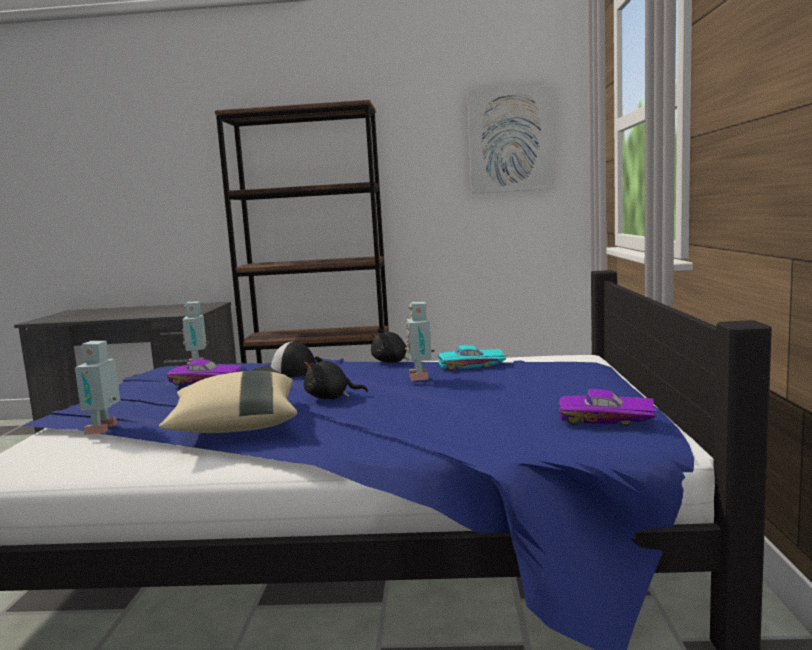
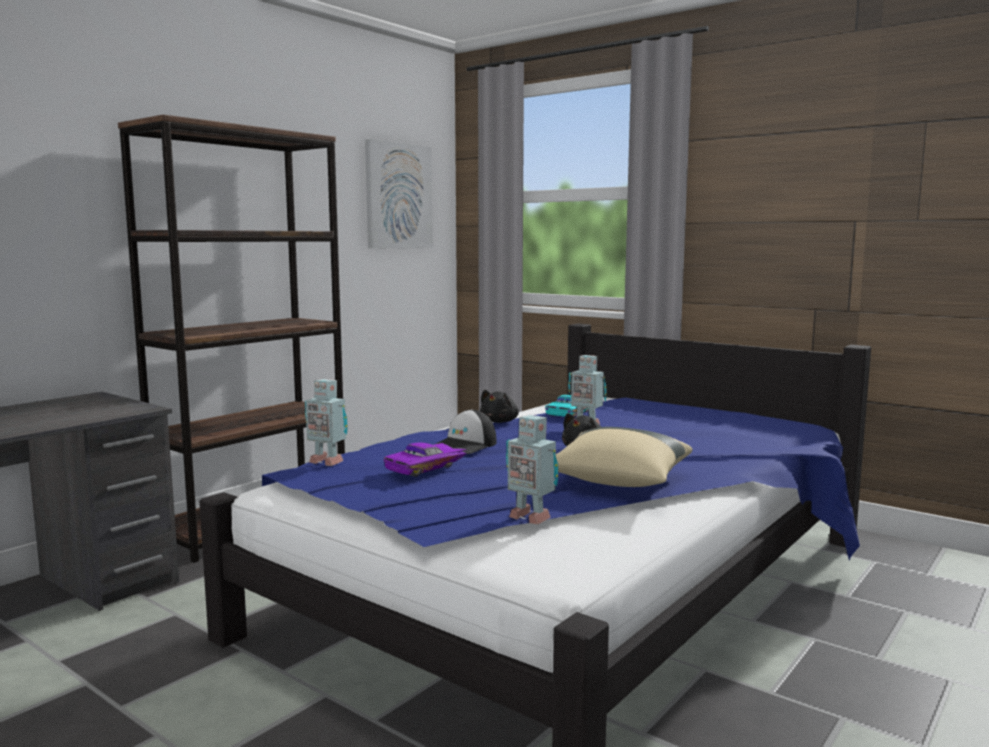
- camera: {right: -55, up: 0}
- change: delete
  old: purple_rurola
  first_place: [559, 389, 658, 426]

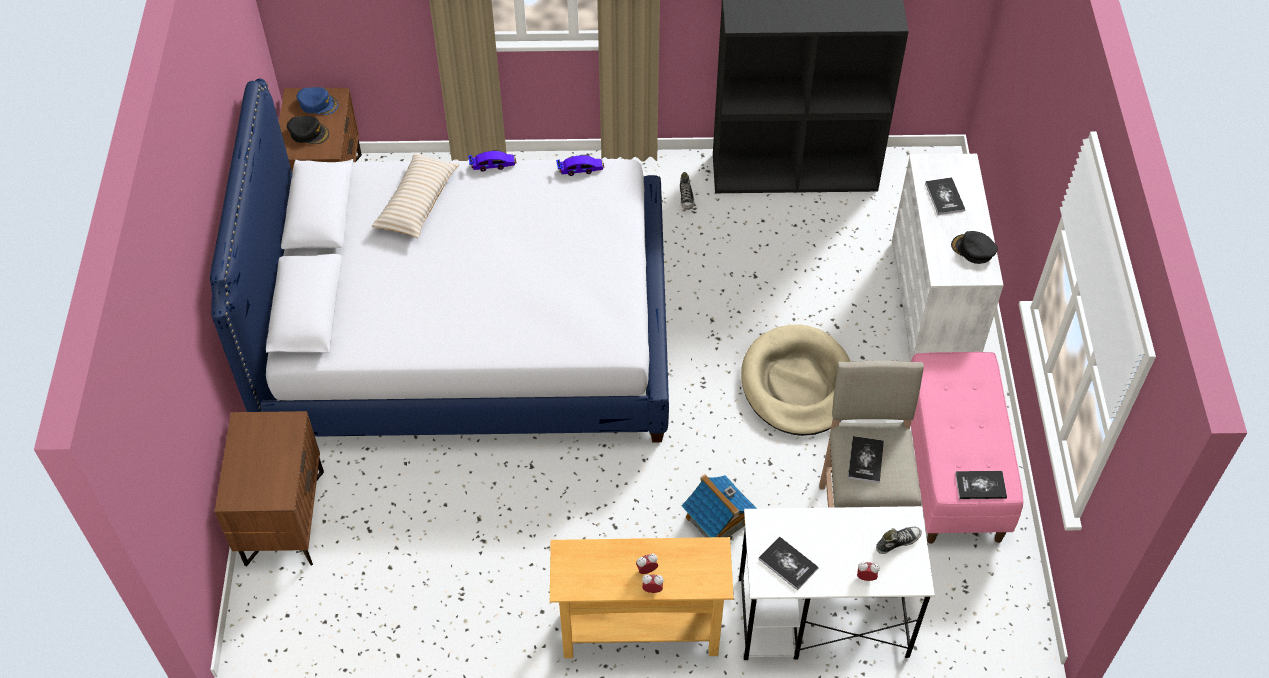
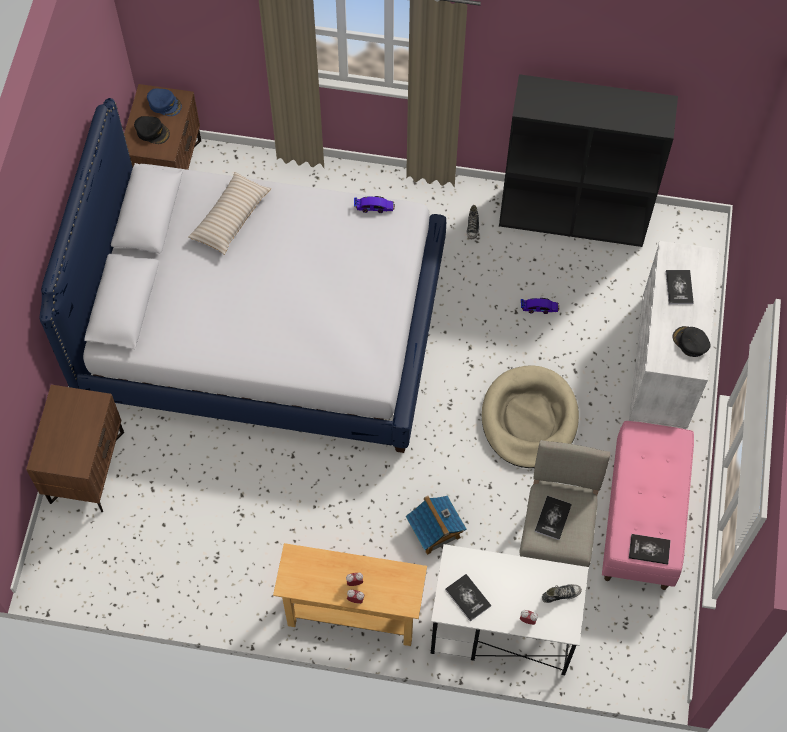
- camera: {right: 10, up: 10}
- change: move
  old: rurola
  first_place: [468, 150, 516, 172]
  second_place: [521, 298, 559, 314]

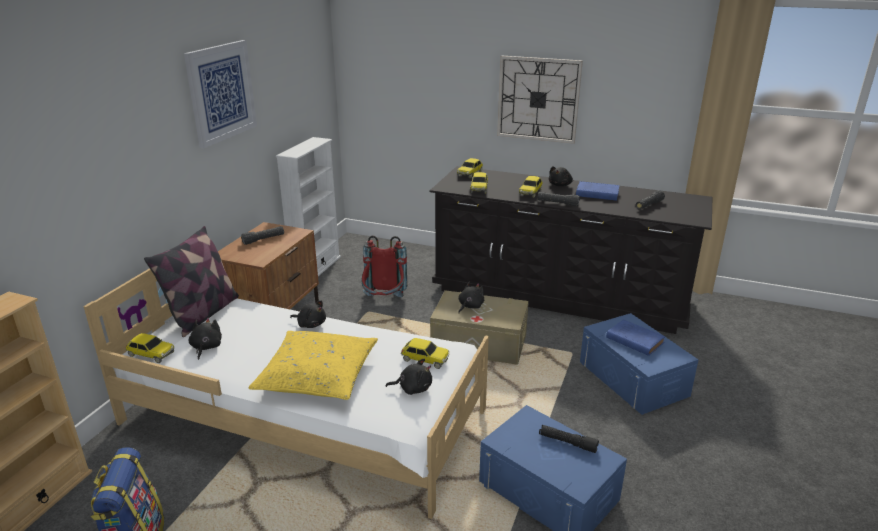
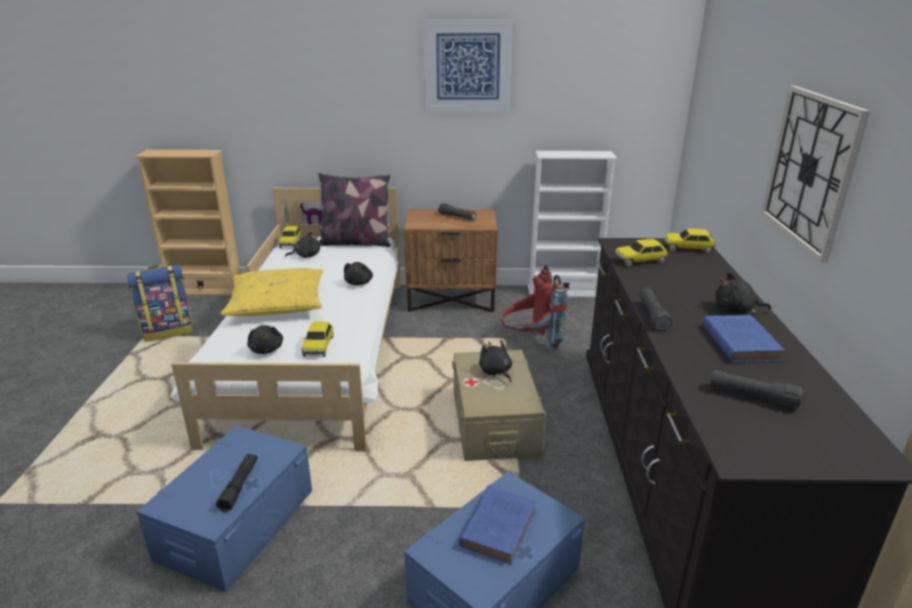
- camera: {right: 70, up: 0}
- change: delete
  old: rurola
  first_place: [519, 176, 543, 198]
- change: rotate
  old: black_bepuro
  first_place: [458, 282, 484, 313]
  second_place: [479, 341, 512, 383]
  degrees: -135

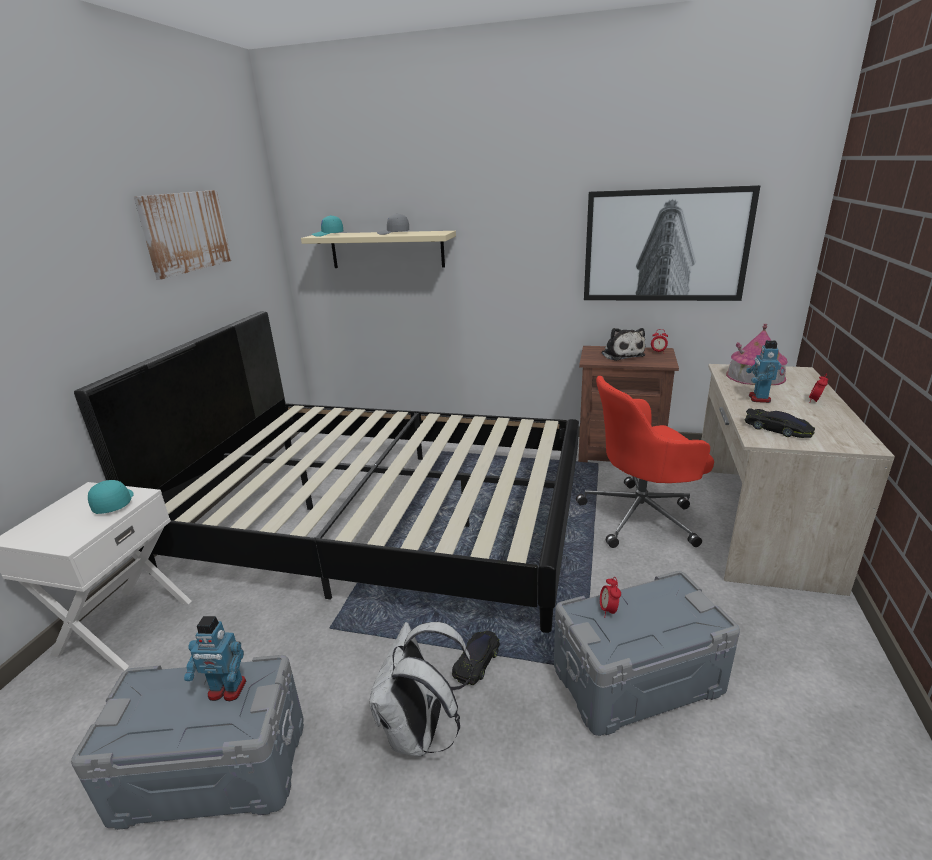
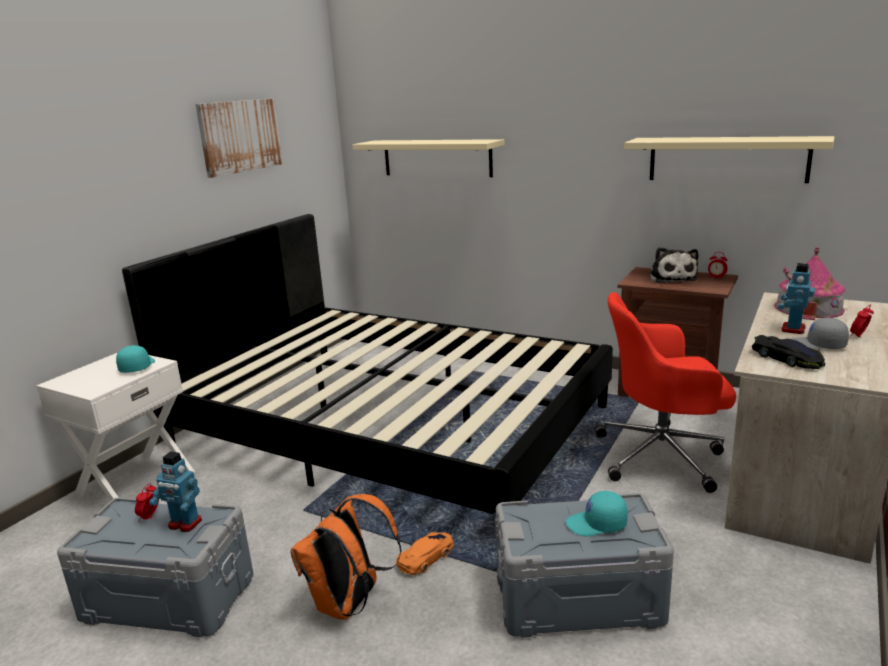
- camera: {right: 15, up: -5}
- change: replace
  old: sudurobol
  new: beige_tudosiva
  first_place: [584, 185, 761, 301]
  second_place: [624, 136, 835, 183]
- change: move
  old: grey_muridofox
  first_place: [377, 213, 409, 235]
  second_place: [790, 317, 849, 349]
- change: move
  old: turquoise_muridofox
  first_place: [311, 215, 343, 237]
  second_place: [566, 491, 628, 536]
- change: move
  old: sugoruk
  first_place: [600, 577, 621, 617]
  second_place: [135, 483, 159, 522]
- change: recolor
  old: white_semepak
  new: orange_semepak
  first_place: [370, 622, 473, 757]
  second_place: [290, 494, 402, 620]
- change: recolor
  old: black_rurola
  new: orange_rurola
  first_place: [452, 630, 500, 685]
  second_place: [396, 532, 454, 575]

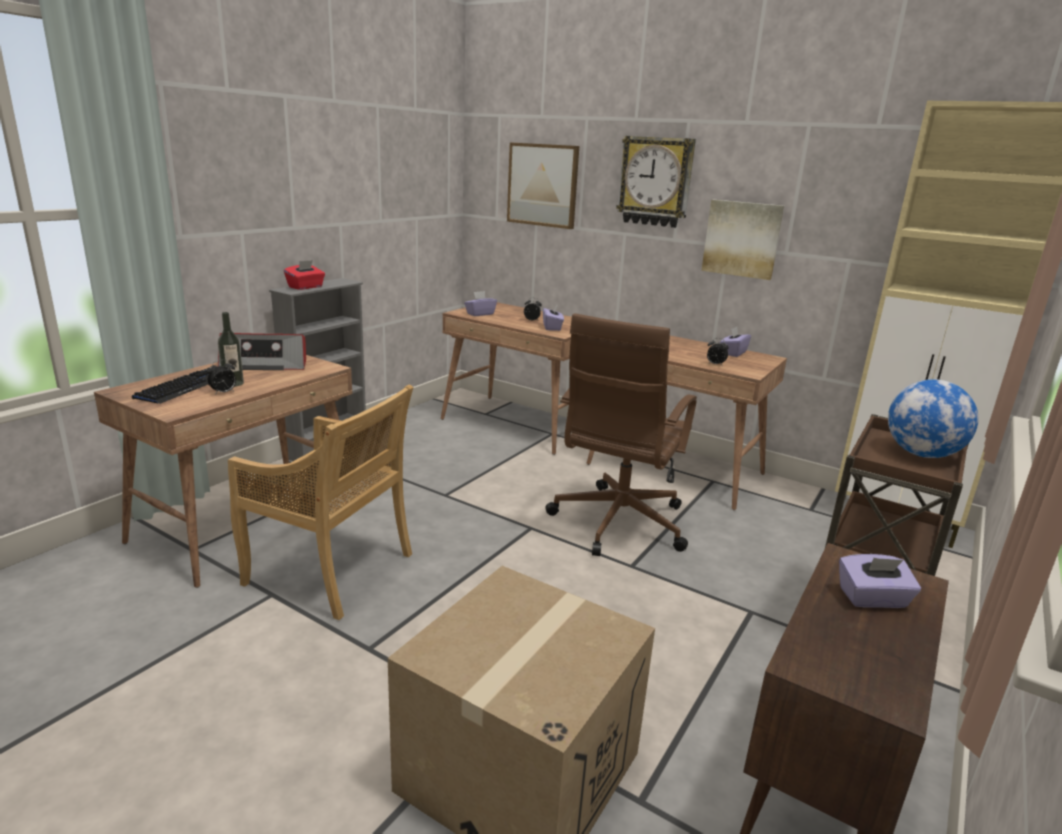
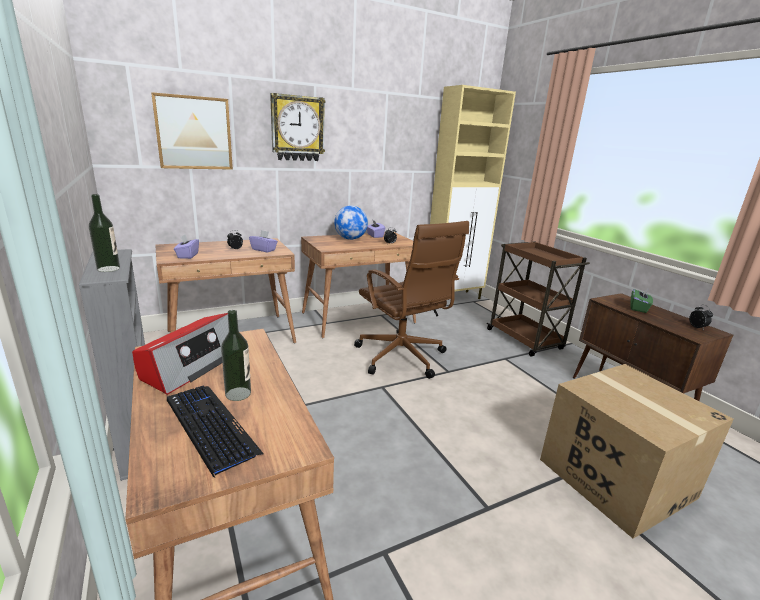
- camera: {right: -60, up: 0}
- change: delete
  old: sudurobol
  first_place: [701, 200, 784, 280]
- change: replace
  old: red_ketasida
  new: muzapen
  first_place: [284, 260, 325, 290]
  second_place: [89, 194, 120, 272]
- change: move
  old: sugoruk
  first_place: [207, 360, 236, 395]
  second_place: [689, 305, 713, 330]
- change: move
  old: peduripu
  first_place: [888, 379, 979, 458]
  second_place: [334, 206, 368, 240]
- change: delete
  old: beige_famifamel
  first_place: [228, 385, 414, 620]
- change: recolor
  old: purple_ketasida
  new: green_ketasida
  first_place: [839, 554, 921, 608]
  second_place: [630, 288, 653, 313]

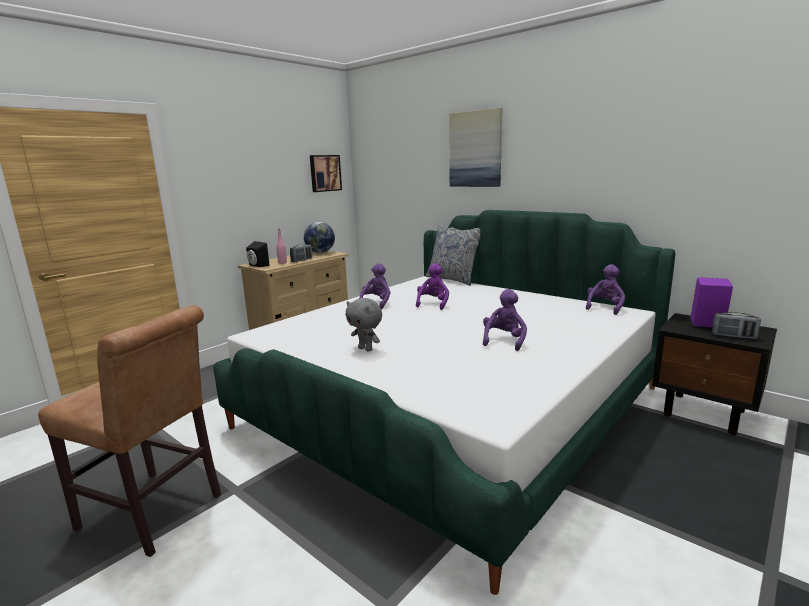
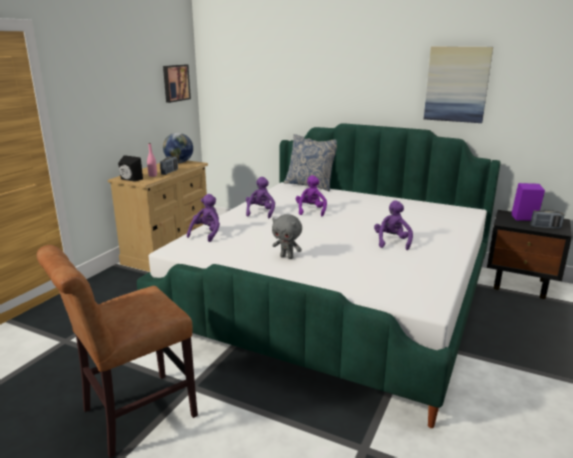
- camera: {right: -15, up: 5}
- change: move
  old: sudurobol
  first_place: [449, 108, 502, 187]
  second_place: [424, 46, 493, 123]
- change: move
  old: purple_bepuro
  first_place: [586, 264, 625, 315]
  second_place: [187, 194, 220, 242]
- change: rotate
  old: brown_famifamel
  first_place: [38, 305, 221, 557]
  second_place: [37, 245, 198, 458]
  degrees: 135

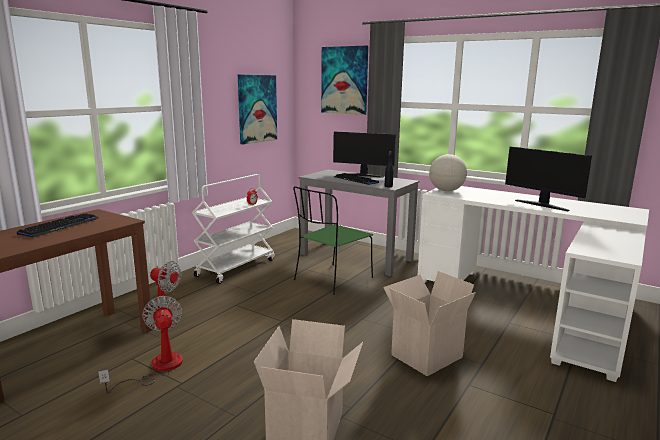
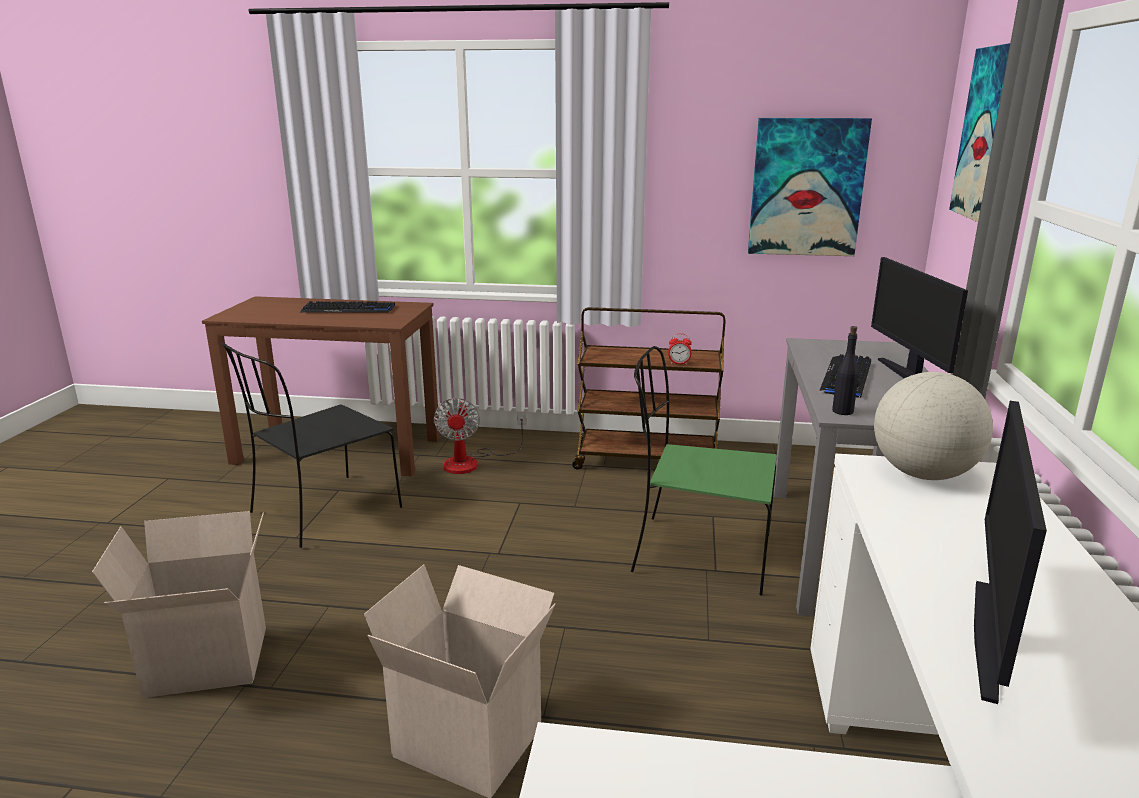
- camera: {right: 65, up: 5}
- change: recolor
  old: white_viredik
  new: brown_viredik
  first_place: [192, 174, 274, 284]
  second_place: [572, 307, 725, 470]
- change: replace
  old: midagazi
  new: black_famifamel
  first_place: [98, 296, 183, 394]
  second_place: [222, 342, 402, 548]

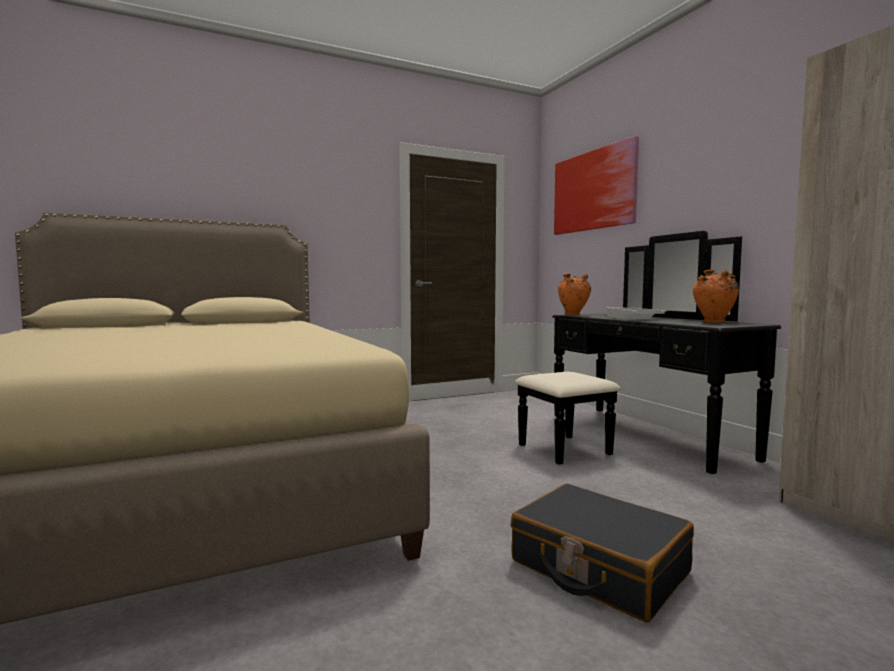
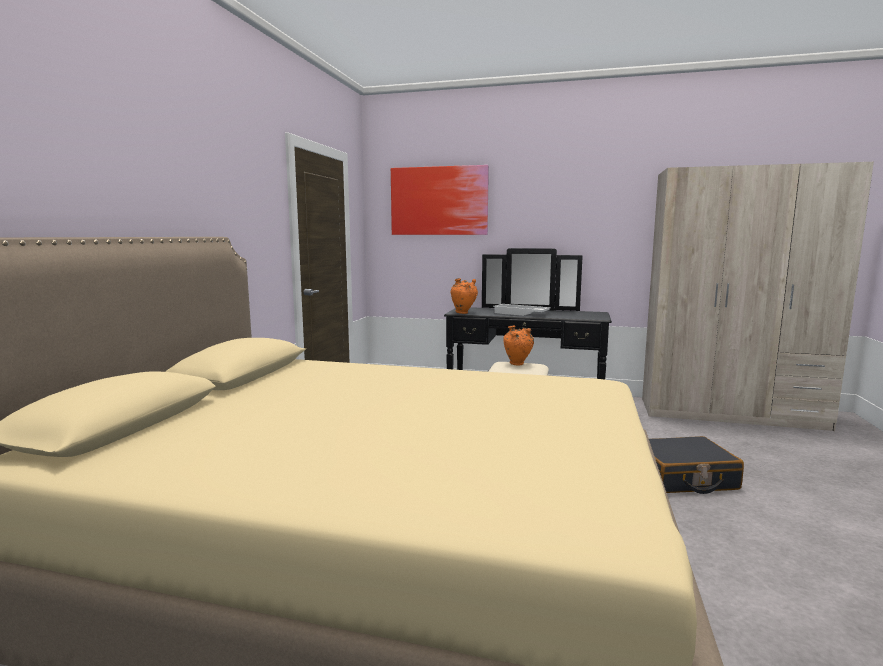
- camera: {right: -50, up: 5}
- change: move
  old: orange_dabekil
  first_place: [693, 270, 739, 323]
  second_place: [503, 325, 534, 366]

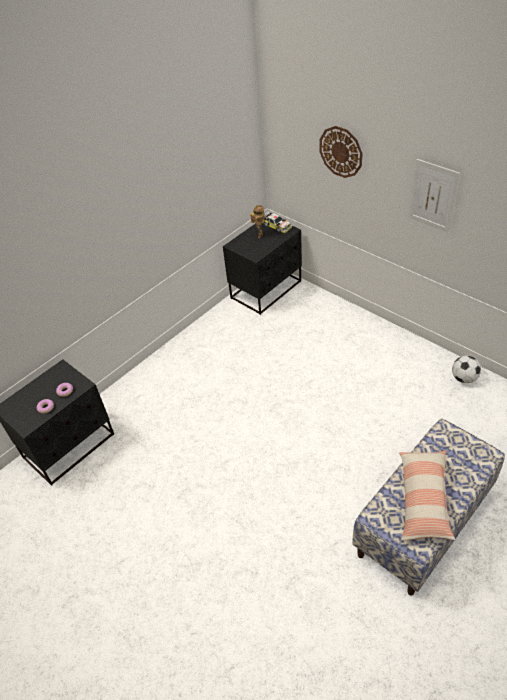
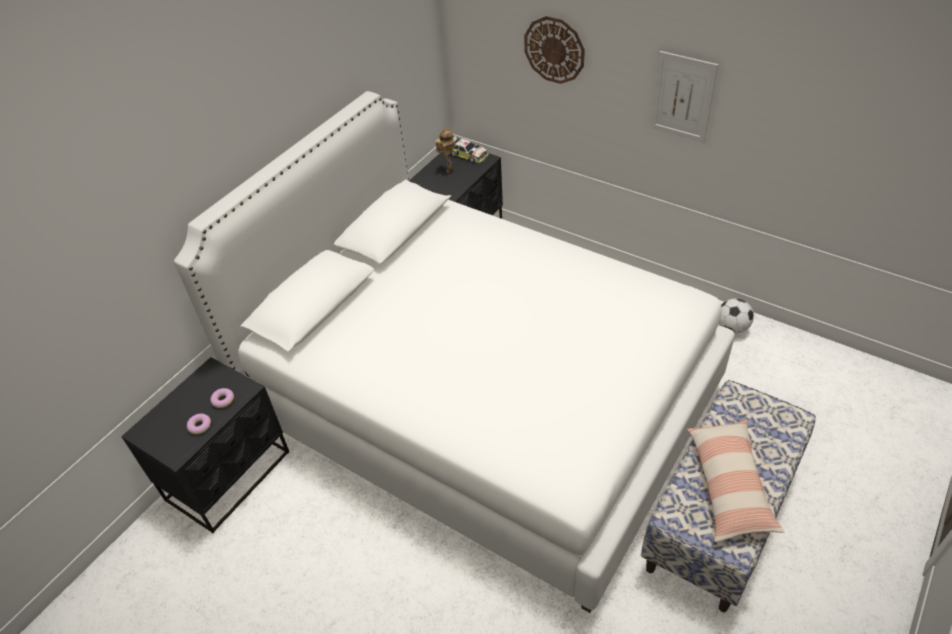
- camera: {right: -10, up: 0}
- change: insert
  new: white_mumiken
  second_place: [174, 91, 735, 613]

